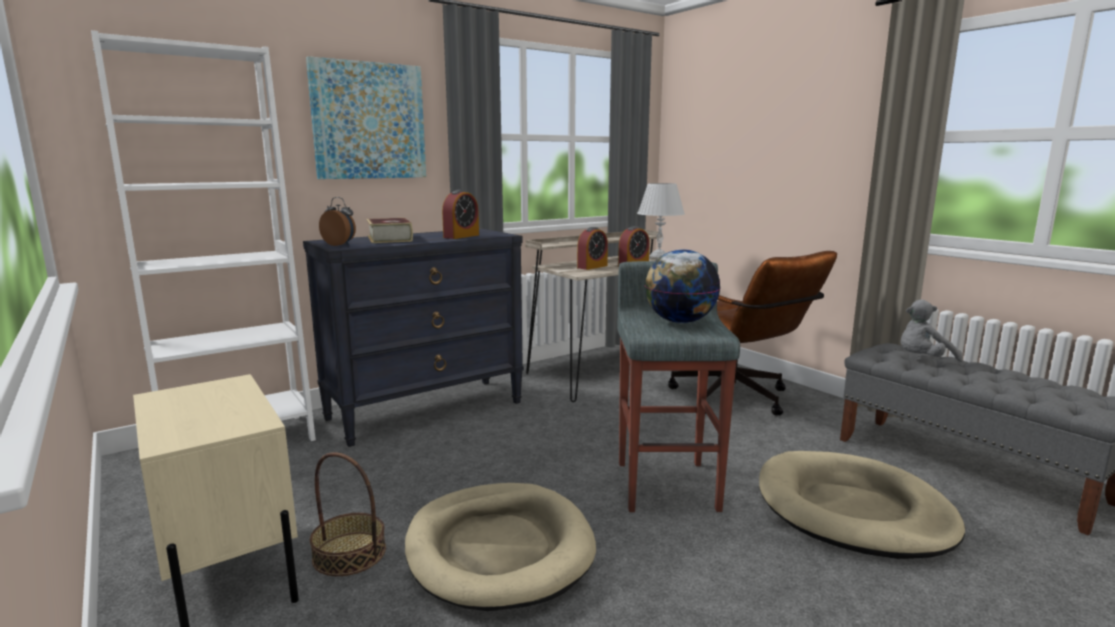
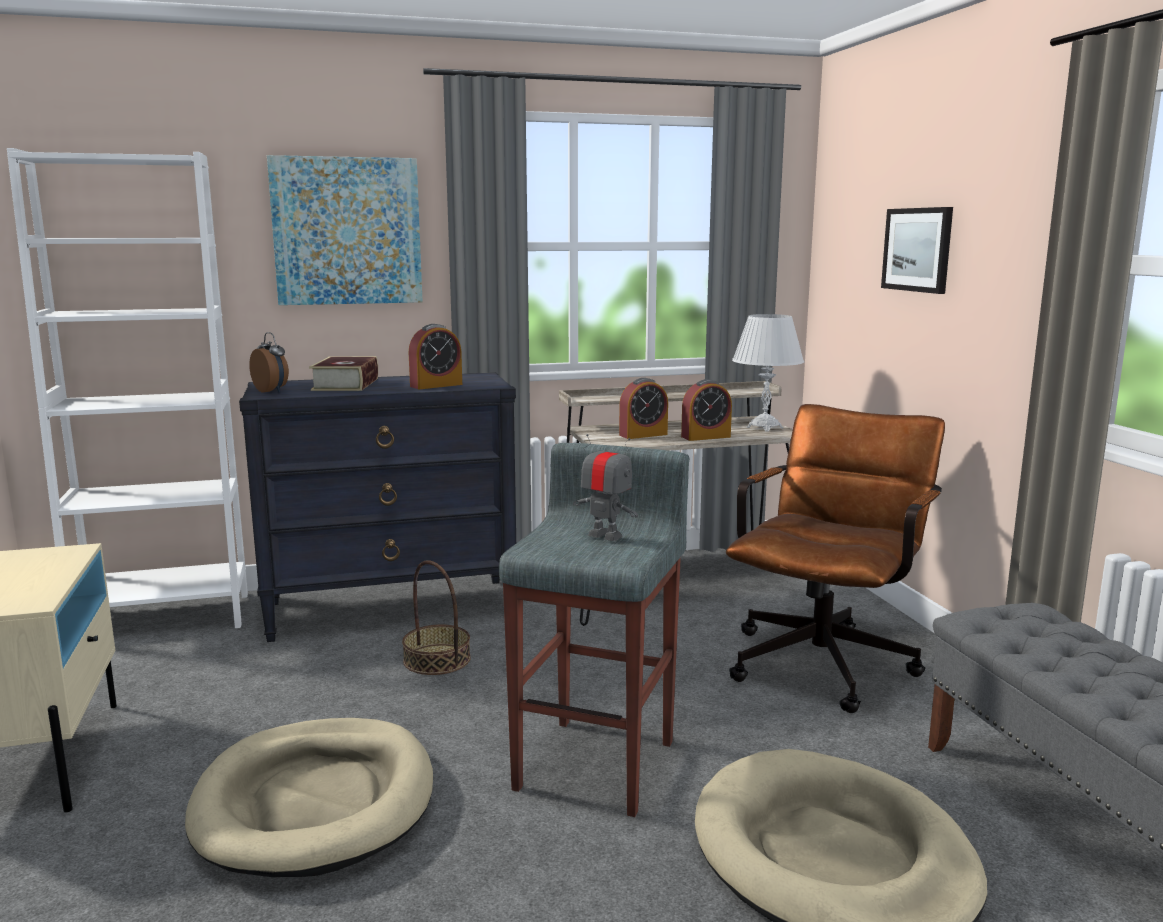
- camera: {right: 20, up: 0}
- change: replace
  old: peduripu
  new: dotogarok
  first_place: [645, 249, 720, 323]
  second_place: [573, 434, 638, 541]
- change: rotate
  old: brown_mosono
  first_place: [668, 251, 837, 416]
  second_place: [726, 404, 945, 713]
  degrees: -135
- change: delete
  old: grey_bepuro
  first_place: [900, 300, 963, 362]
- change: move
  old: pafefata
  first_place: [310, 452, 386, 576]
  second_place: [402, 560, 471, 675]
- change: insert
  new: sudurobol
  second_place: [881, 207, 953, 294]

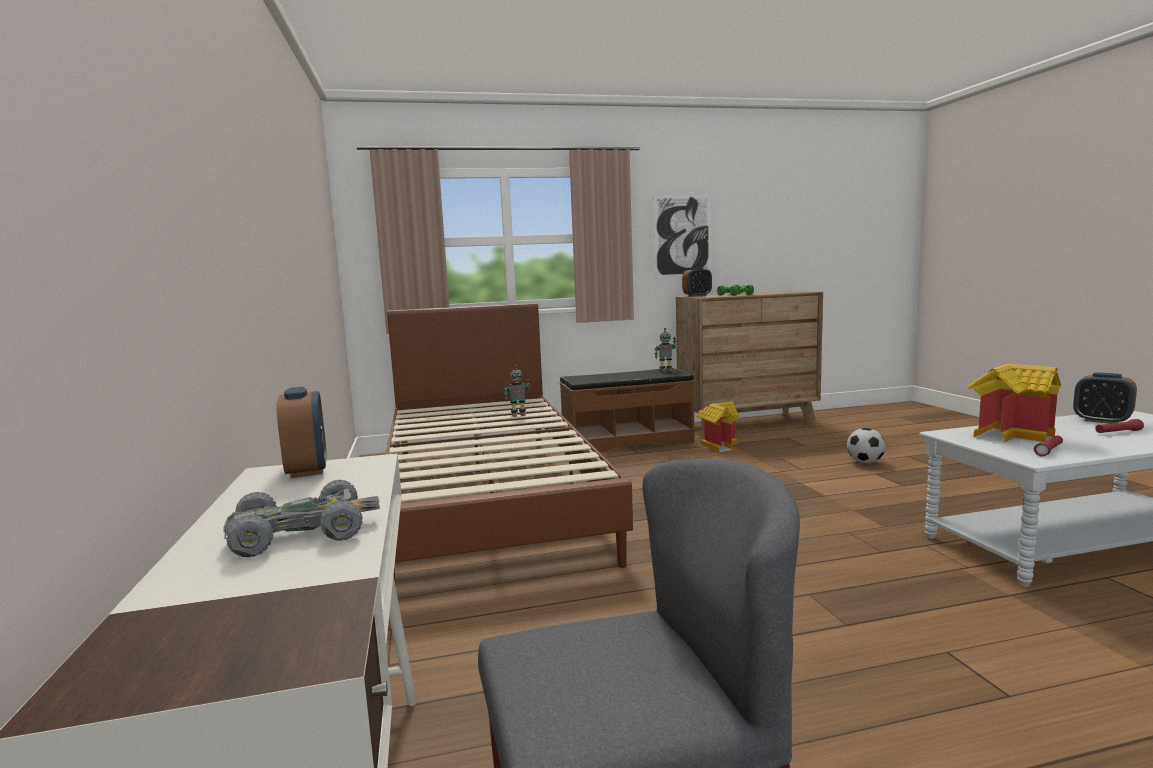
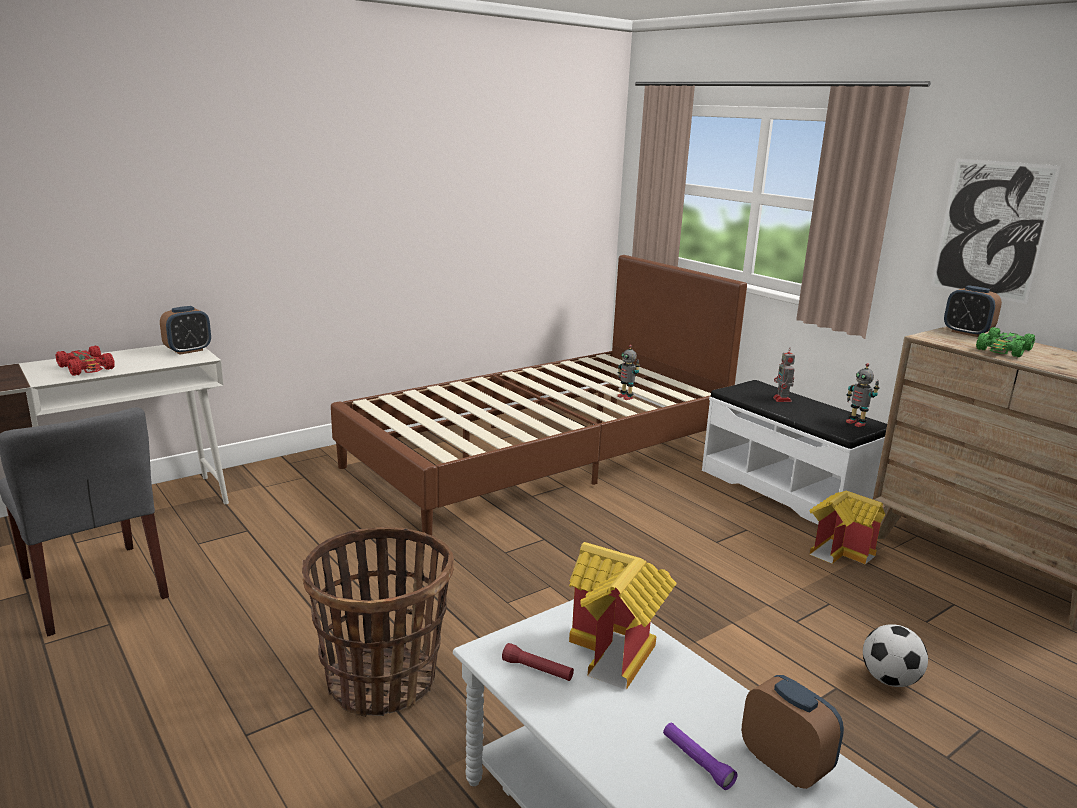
- camera: {right: 65, up: 10}
- change: recolor
  old: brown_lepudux
  new: white_lepudux
  first_place: [560, 368, 694, 452]
  second_place: [702, 380, 887, 525]
- change: rotate
  old: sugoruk
  first_place: [1073, 372, 1137, 424]
  second_place: [742, 675, 844, 789]
  degrees: 120
- change: recolor
  old: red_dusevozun
  new: purple_dusevozun
  first_place: [1095, 419, 1144, 433]
  second_place: [663, 723, 737, 790]
- change: recolor
  old: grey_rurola
  new: red_rurola
  first_place: [223, 480, 380, 557]
  second_place: [56, 346, 115, 376]
- change: insert
  new: dotogarok
  second_place: [773, 347, 795, 402]
- change: insert
  new: pafefata
  second_place: [302, 527, 454, 717]

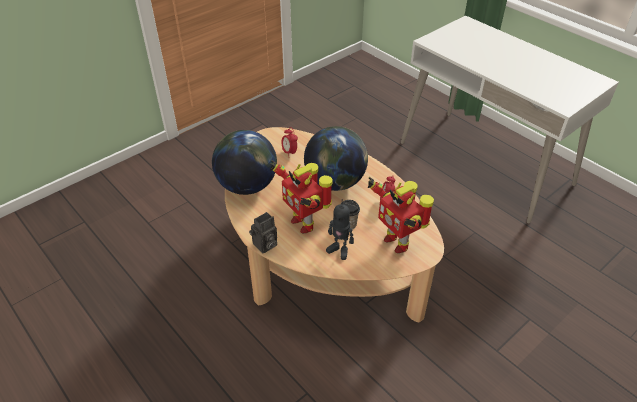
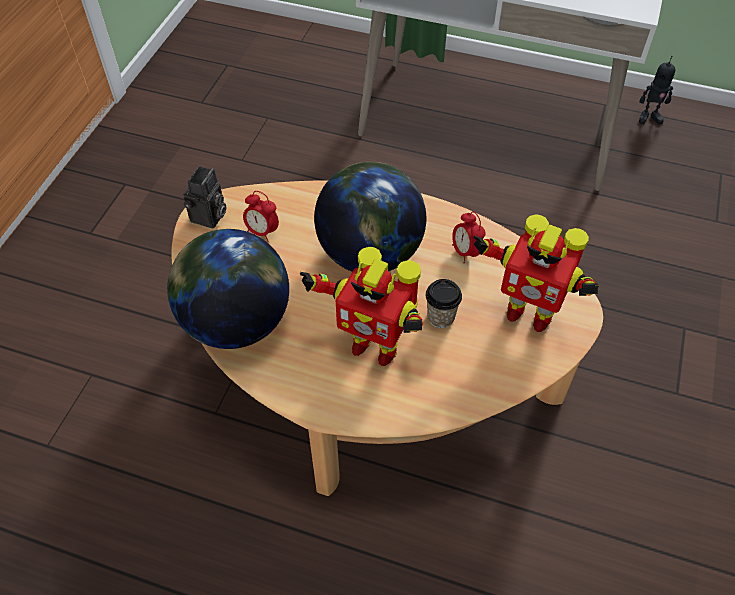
- camera: {right: -30, up: 10}
- change: move
  old: dotogarok
  first_place: [326, 200, 354, 260]
  second_place: [639, 56, 675, 124]
- change: move
  old: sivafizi
  first_place: [249, 212, 277, 253]
  second_place: [183, 166, 226, 228]

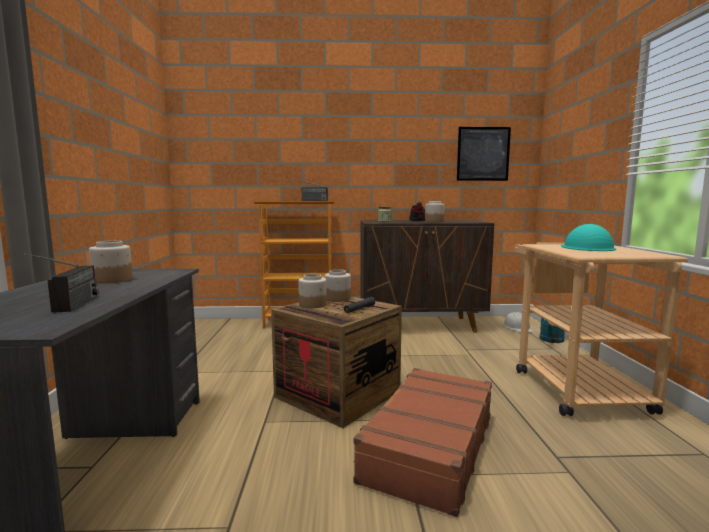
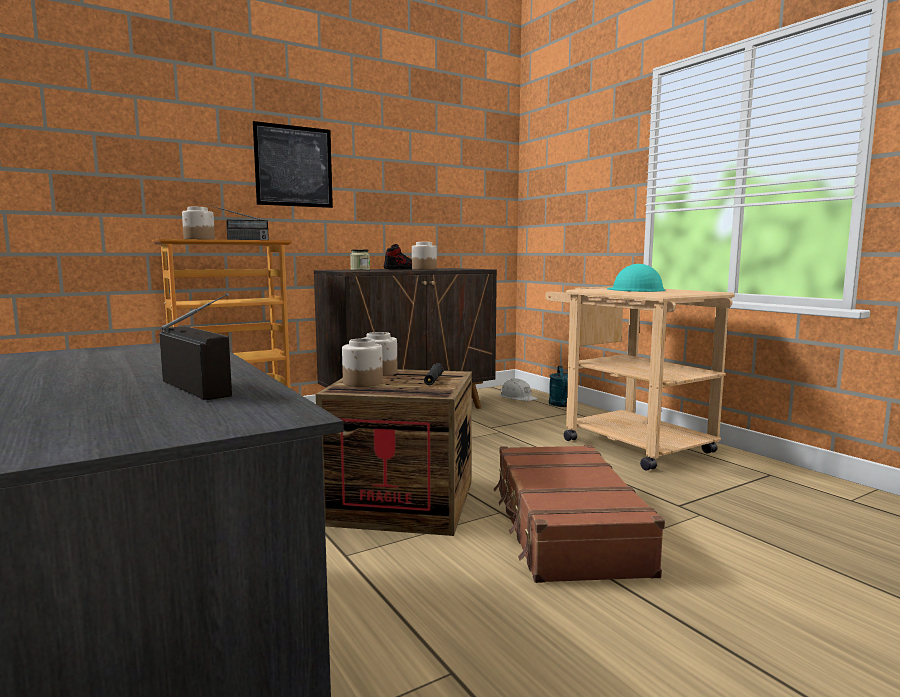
- camera: {right: -30, up: 0}
- change: move
  old: sudurobol
  first_place: [457, 127, 511, 181]
  second_place: [253, 121, 333, 208]
- change: move
  old: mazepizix
  first_place: [89, 241, 133, 284]
  second_place: [182, 207, 215, 240]

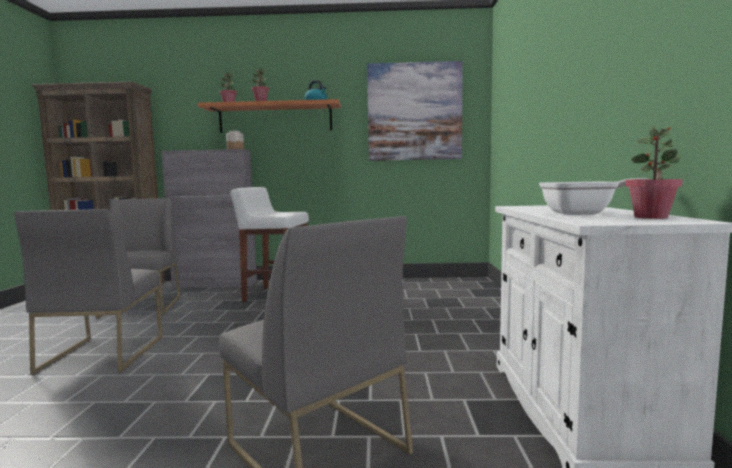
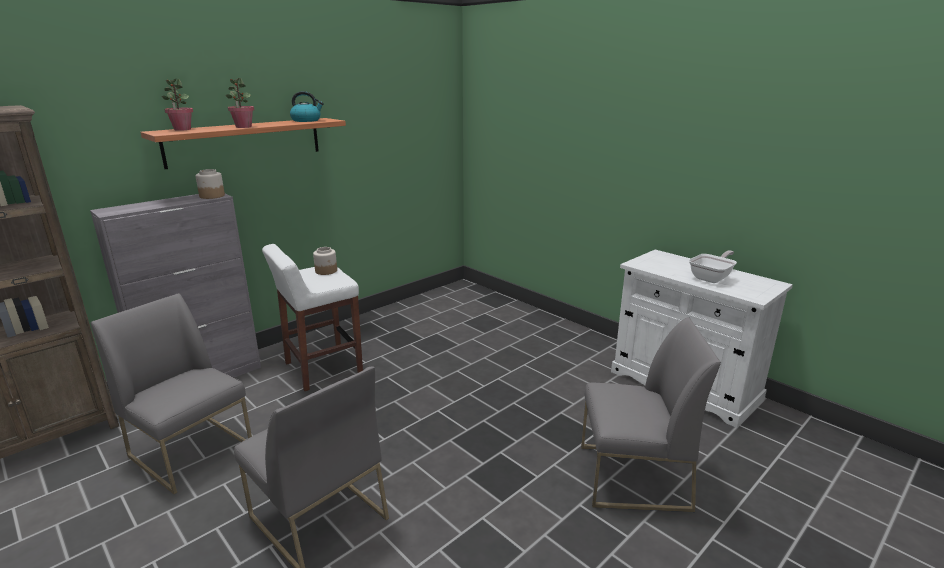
- camera: {right: -45, up: 15}
- change: delete
  old: sudurobol
  first_place: [367, 61, 463, 161]
- change: delete
  old: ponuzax
  first_place: [625, 126, 683, 219]
- change: insert
  new: mazepizix
  second_place: [313, 247, 337, 275]

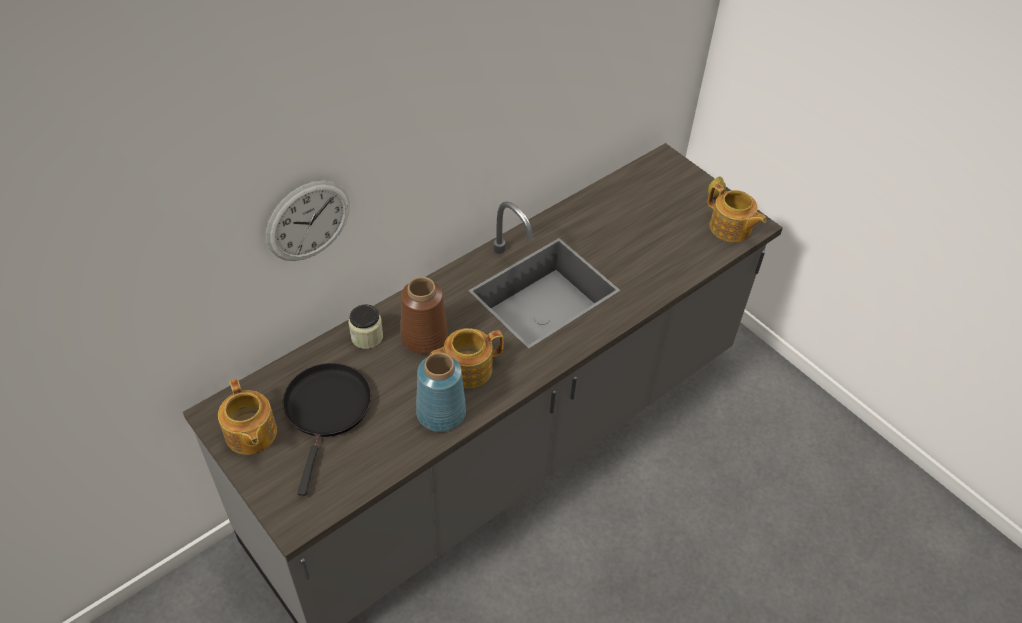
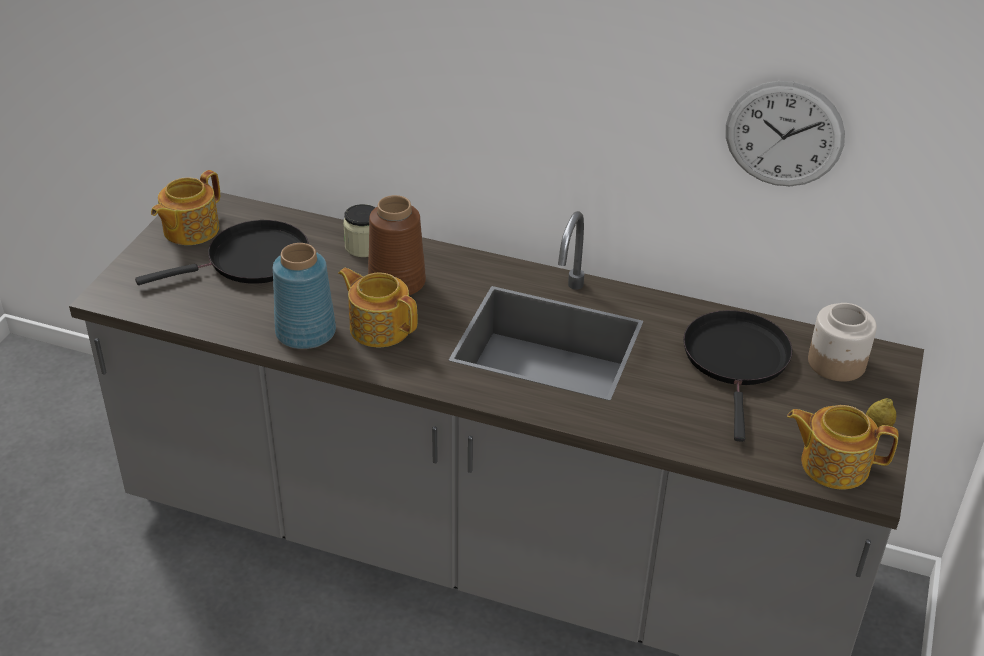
- camera: {right: 60, up: -10}
- change: move
  old: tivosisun
  first_place: [266, 180, 350, 261]
  second_place: [726, 81, 845, 186]
- change: rotate
  old: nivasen
  first_place: [708, 184, 767, 242]
  second_place: [787, 405, 898, 490]
  degrees: 90
- change: insert
  new: mazepizix
  second_place: [808, 303, 877, 382]
- change: insert
  new: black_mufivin
  second_place: [683, 310, 792, 442]

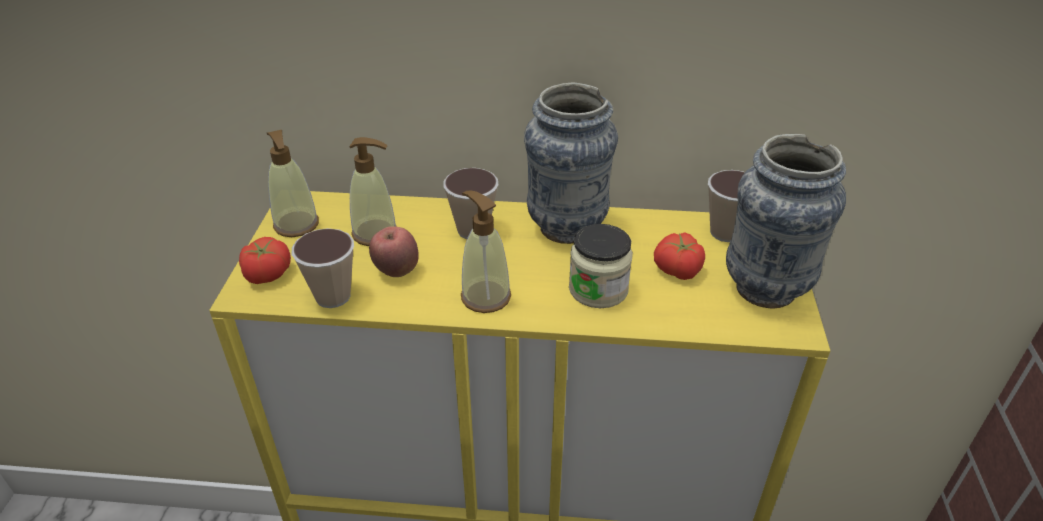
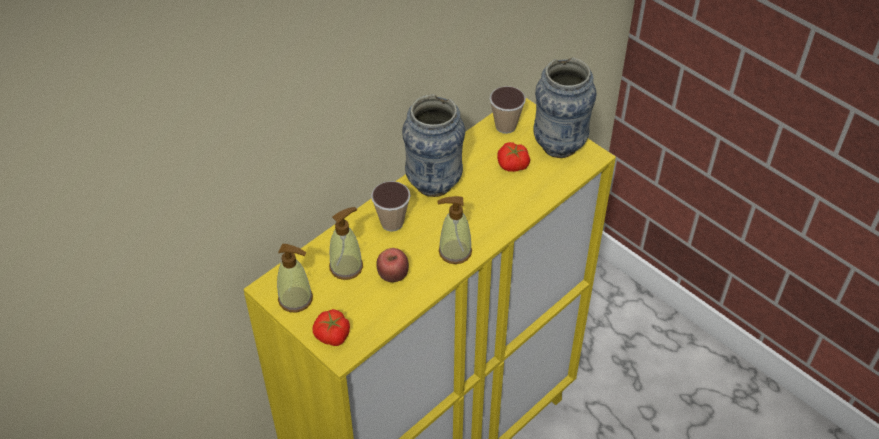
- camera: {right: -50, up: 10}
- change: delete
  old: mazepizix
  first_place: [569, 224, 633, 308]
- change: delete
  old: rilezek
  first_place: [292, 228, 354, 308]

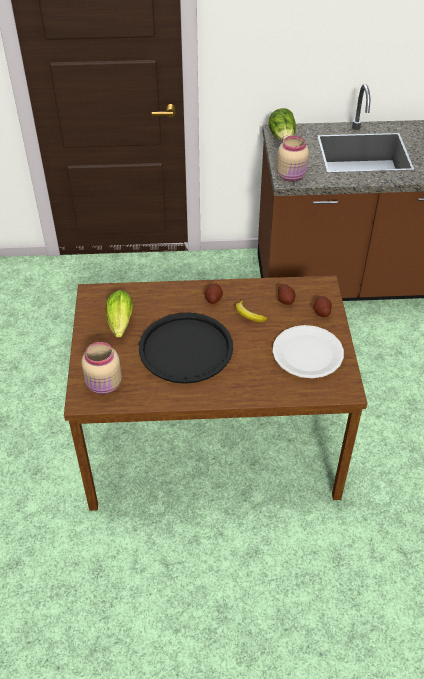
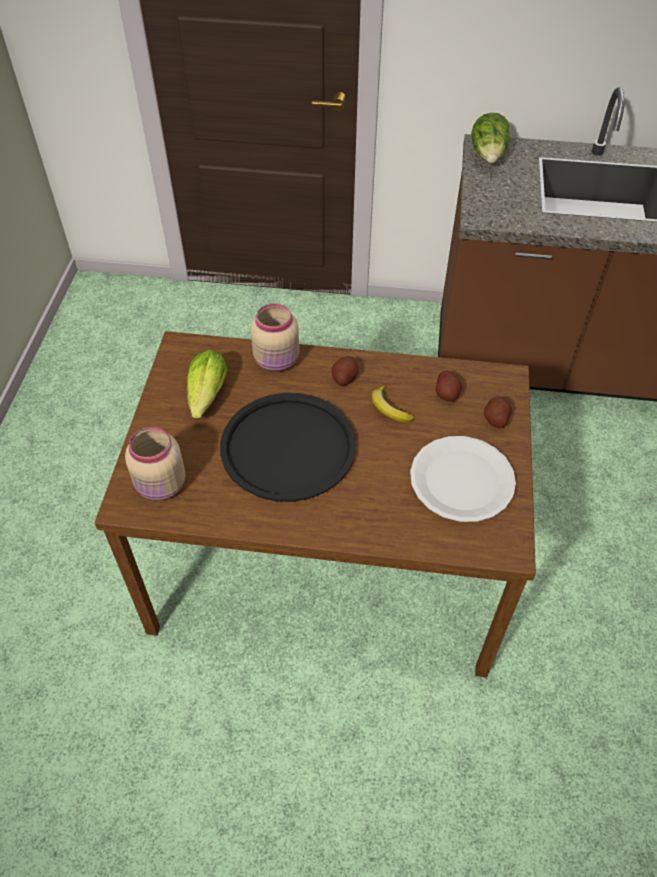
- camera: {right: 10, up: 5}
- change: move
  old: beige_mazepizix
  first_place: [277, 136, 309, 182]
  second_place: [251, 303, 299, 372]

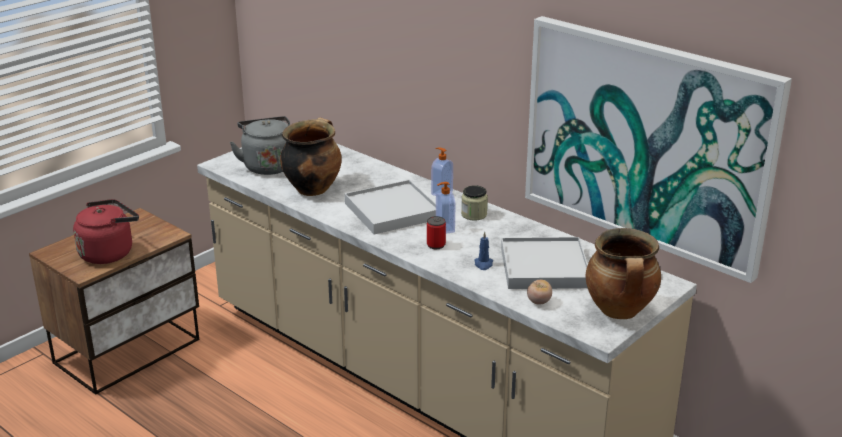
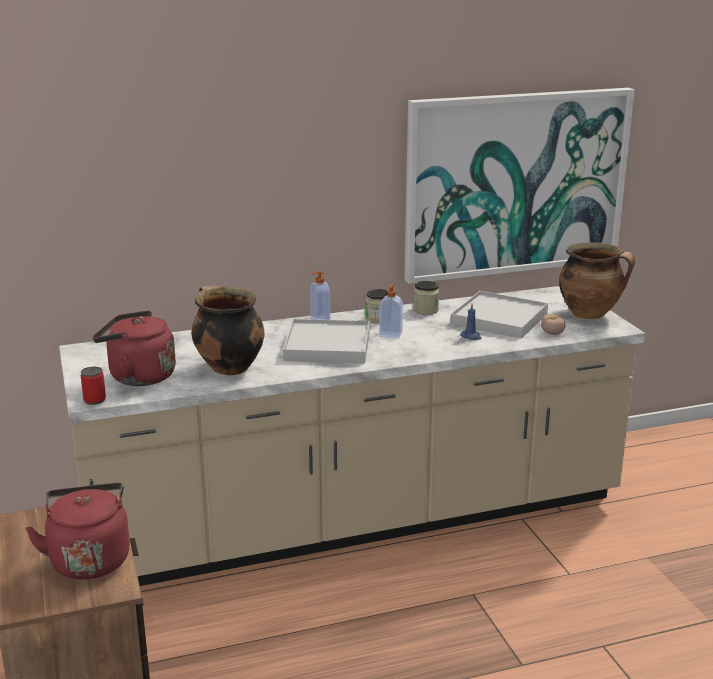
- camera: {right: -60, up: -5}
- change: recolor
  old: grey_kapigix
  new: red_kapigix
  first_place: [230, 116, 290, 175]
  second_place: [93, 311, 176, 386]
- change: move
  old: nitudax
  first_place: [427, 216, 446, 249]
  second_place: [81, 367, 106, 405]
- change: insert
  new: mazepizix
  second_place: [413, 281, 439, 315]

